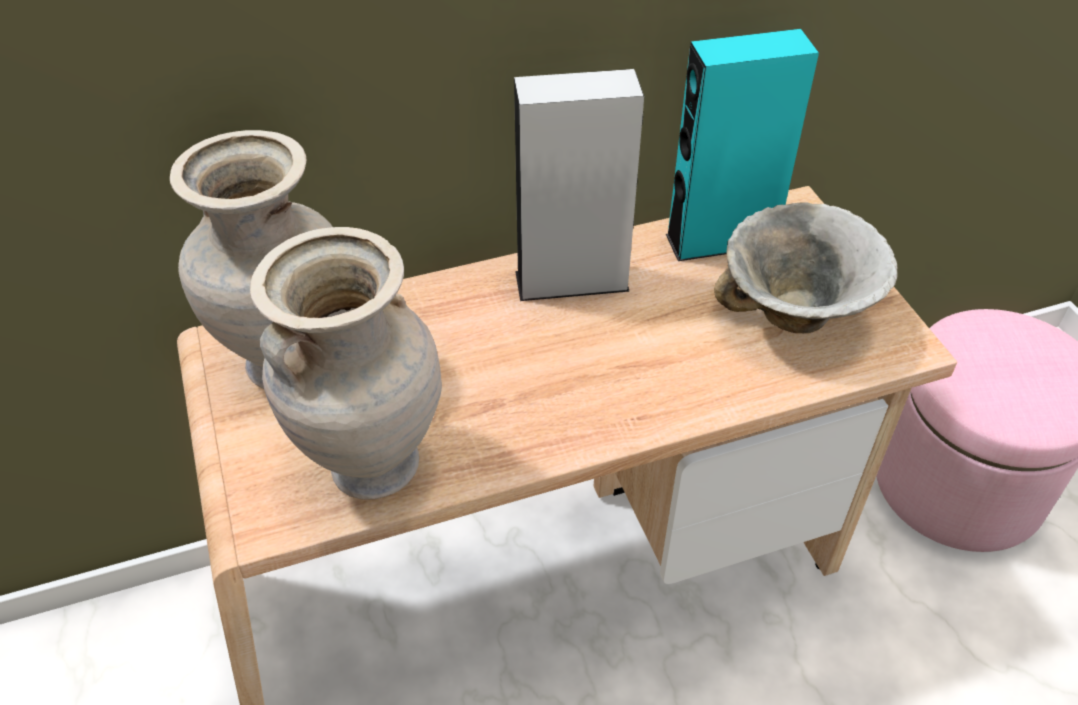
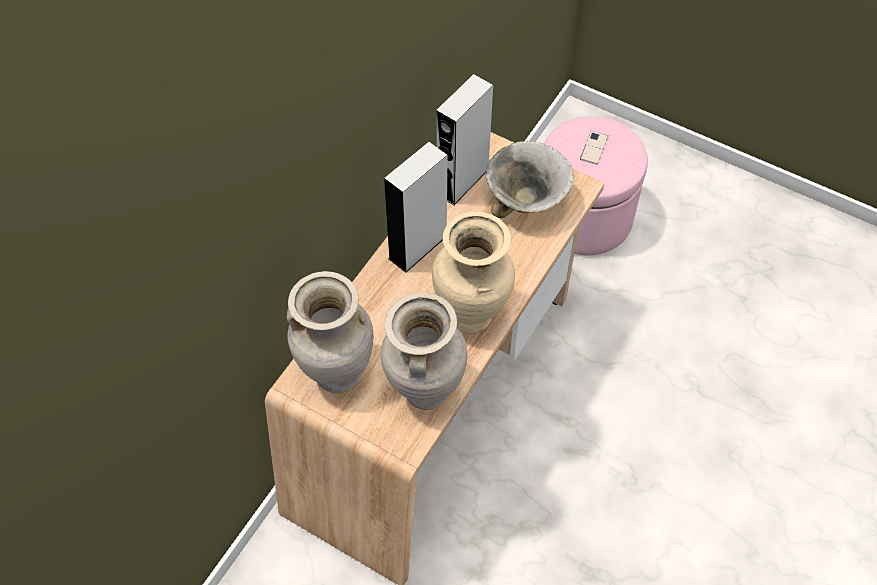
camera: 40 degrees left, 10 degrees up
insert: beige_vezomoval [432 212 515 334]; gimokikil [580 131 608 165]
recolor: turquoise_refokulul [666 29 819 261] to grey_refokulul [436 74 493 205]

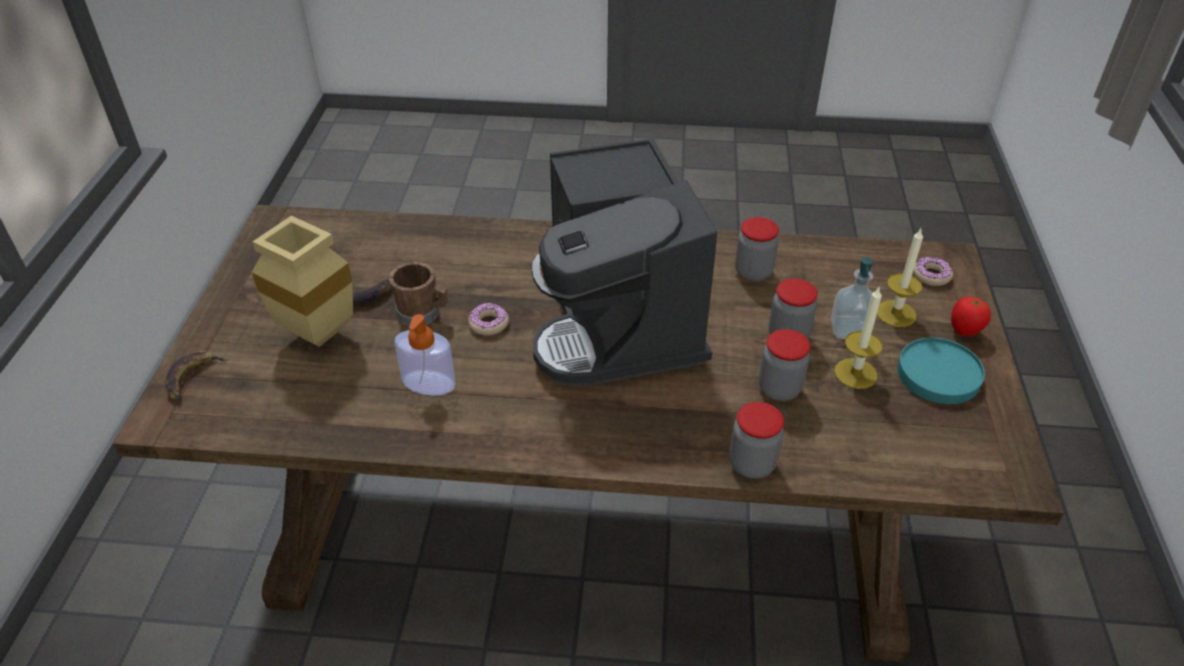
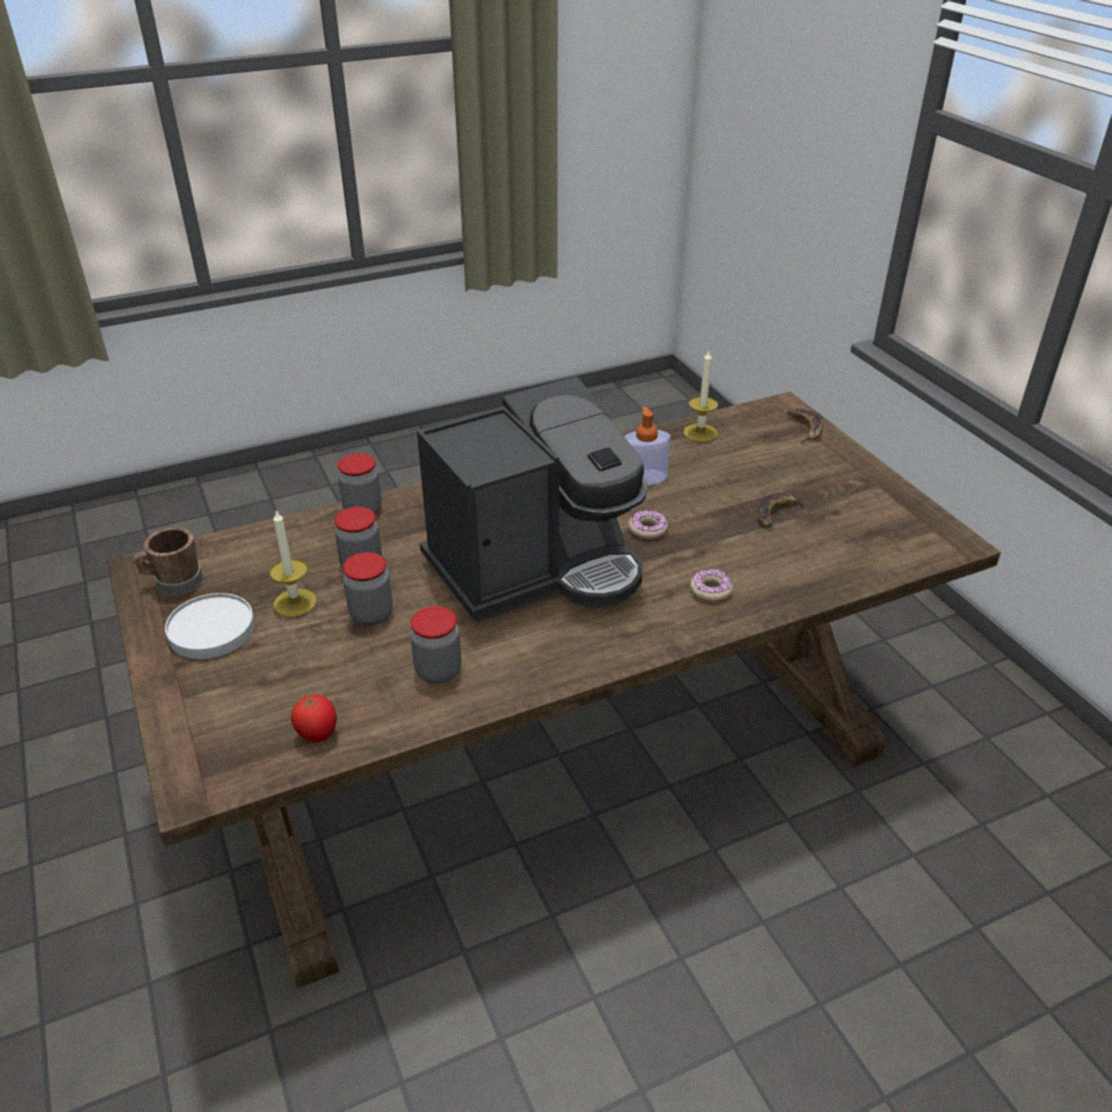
camera: 150 degrees right, 5 degrees down
delete: beige_vezomoval [251 216 353 347]; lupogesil [831 257 873 339]
move: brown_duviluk [389 262 448 326] to [134 527 203 595]; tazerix [951 297 991 336] to [291 694 337 742]; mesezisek [877 229 923 327] to [683 350 718 442]; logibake [913 257 953 286] to [690 569 733 602]
recolor: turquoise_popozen [897 338 985 404] to white_popozen [165 593 255 659]
rotate: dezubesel [532 138 717 387] = [417 376 648 622] 105 degrees clockwise

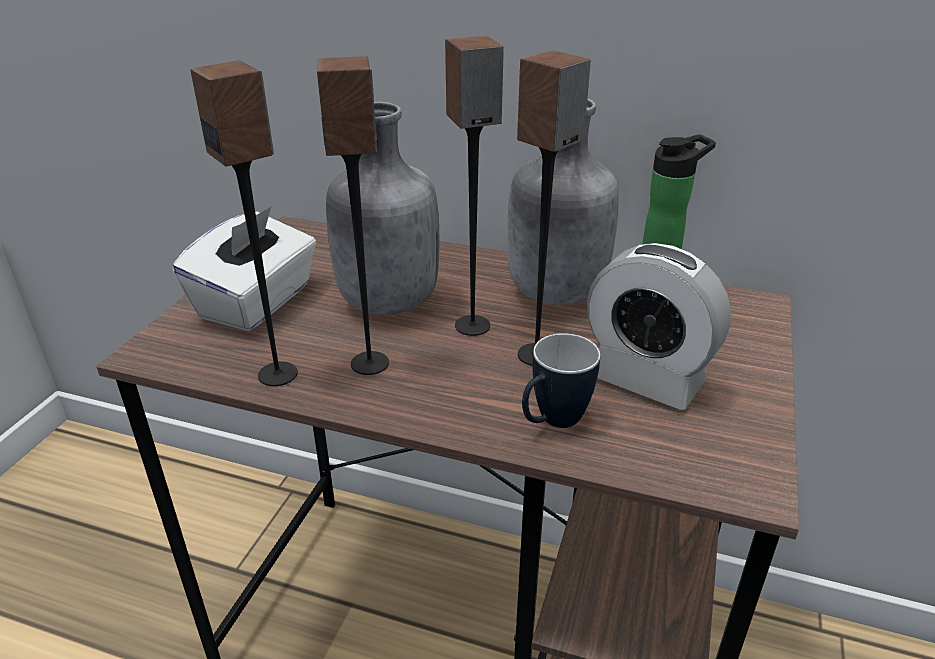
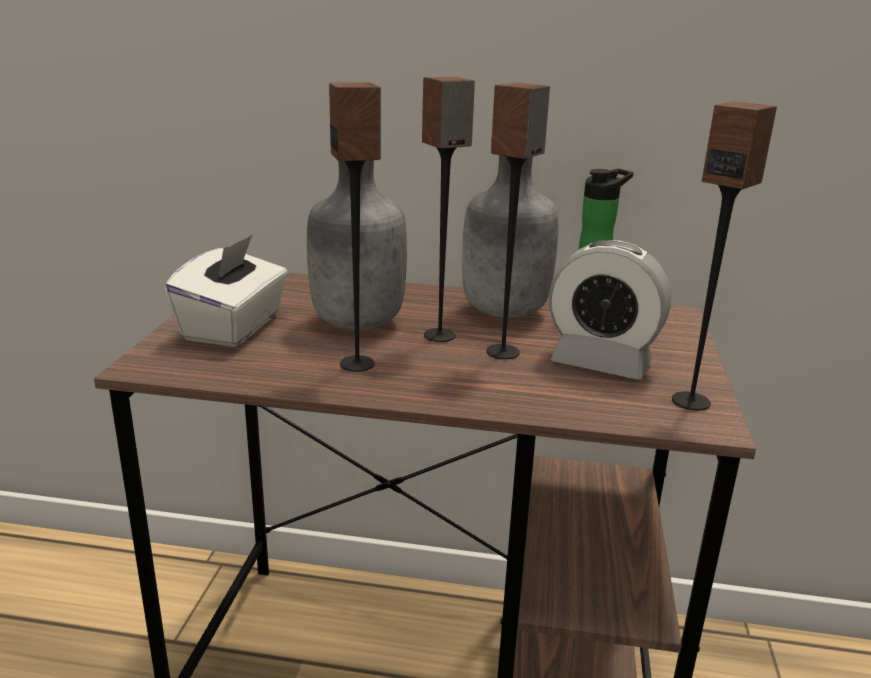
camera: 10 degrees left, 10 degrees down
delete: duviluk [522 333 600 428]
move: refokulul [190 61 298 386] to [672 101 777 411]

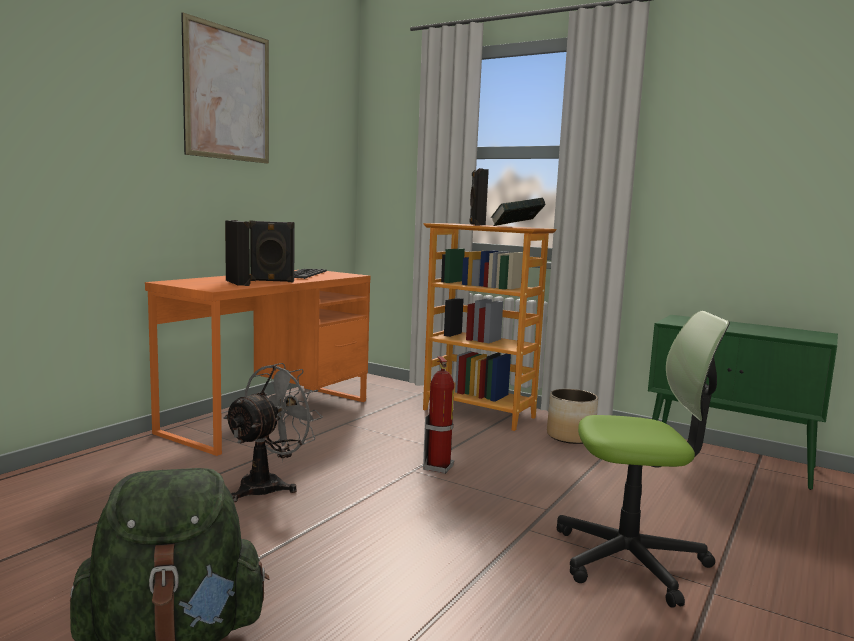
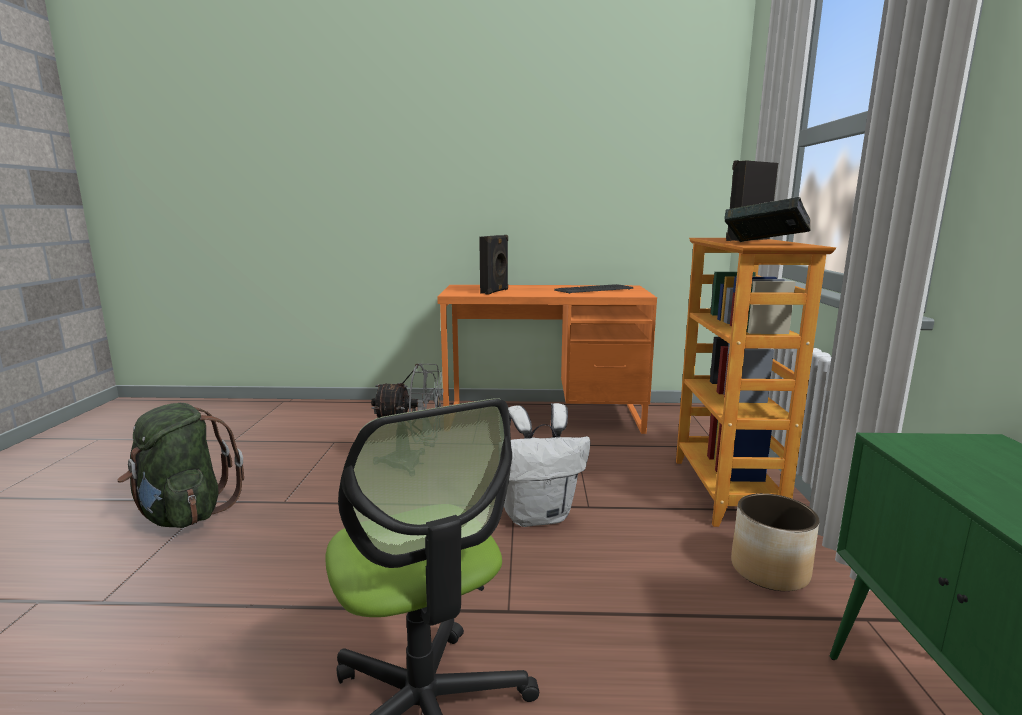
camera: 60 degrees right, 5 degrees up
delete: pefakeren [181 12 269 164]; black_refokulul [249 220 295 282]
replace: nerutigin [423 356 454 474] to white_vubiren [504 403 590 527]

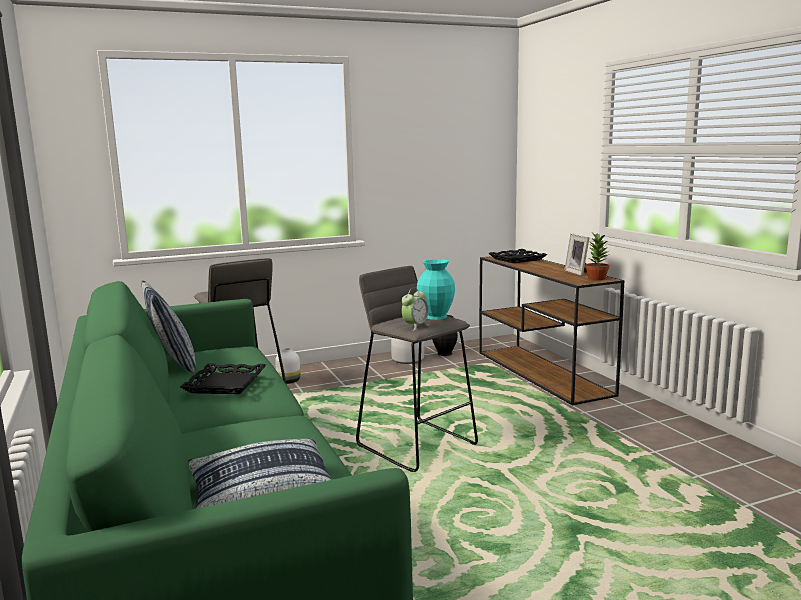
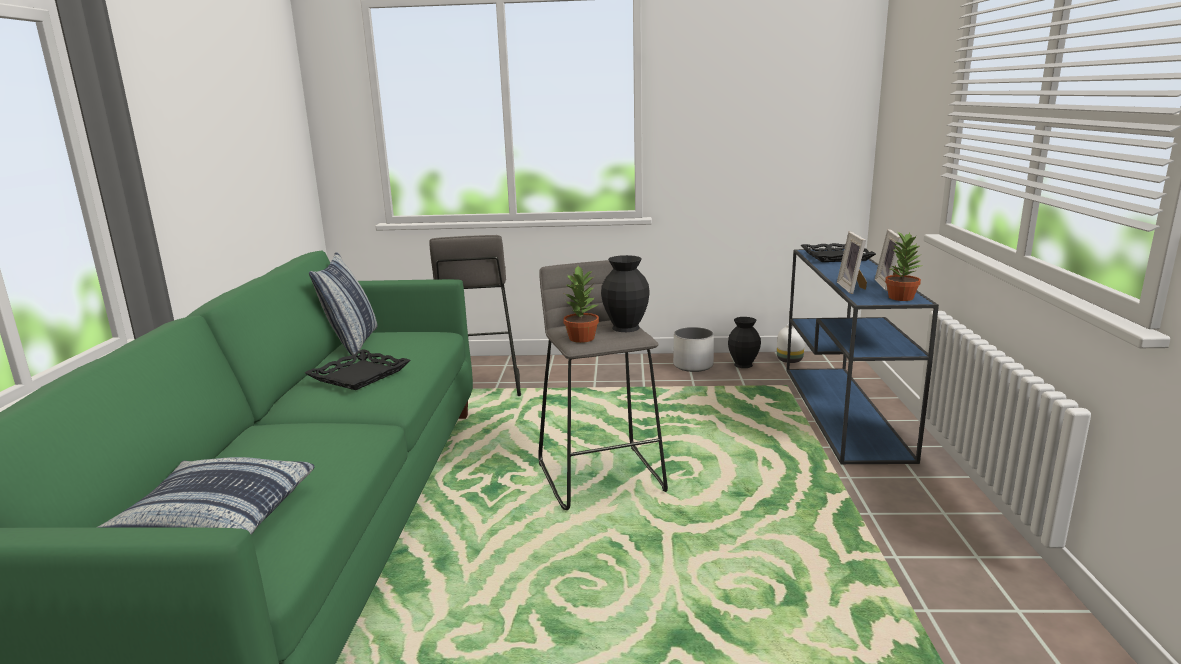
camera: 25 degrees right, 5 degrees up
insert: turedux [837 232 867 294]
move: white_vezomoval [275 348 300 384] to [777 324 805 363]
replace: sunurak [402 288 429 331] to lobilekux [563 266 599 343]
recolor: turquoise_vezomoval [417 259 455 320] to black_vezomoval [601 255 650 332]; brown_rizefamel [479 254 624 405] to blue_rizefamel [787 249 939 464]

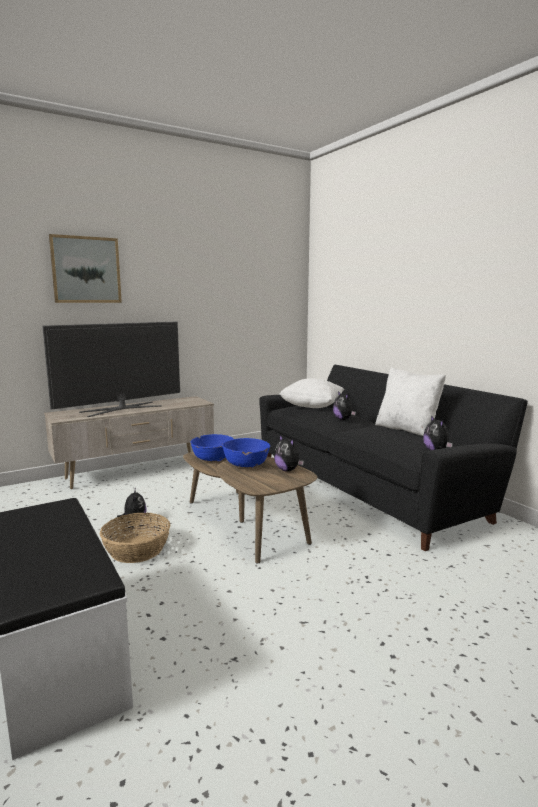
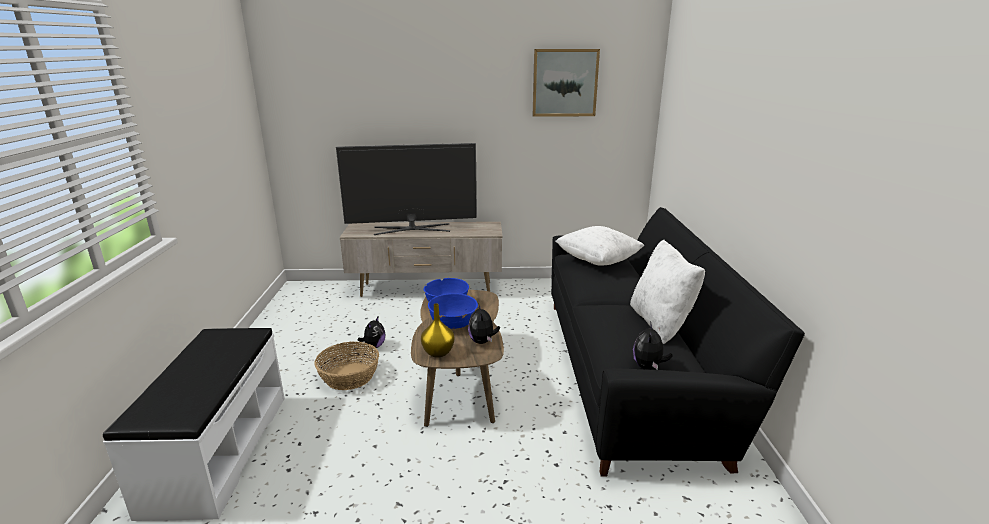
camera: 30 degrees right, 10 degrees up
delete: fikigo [333 391 356 420]
insert: yellow_vezomoval [421 303 455 358]
move: pefakeren [49 234 122 303] to [533 49 600 117]

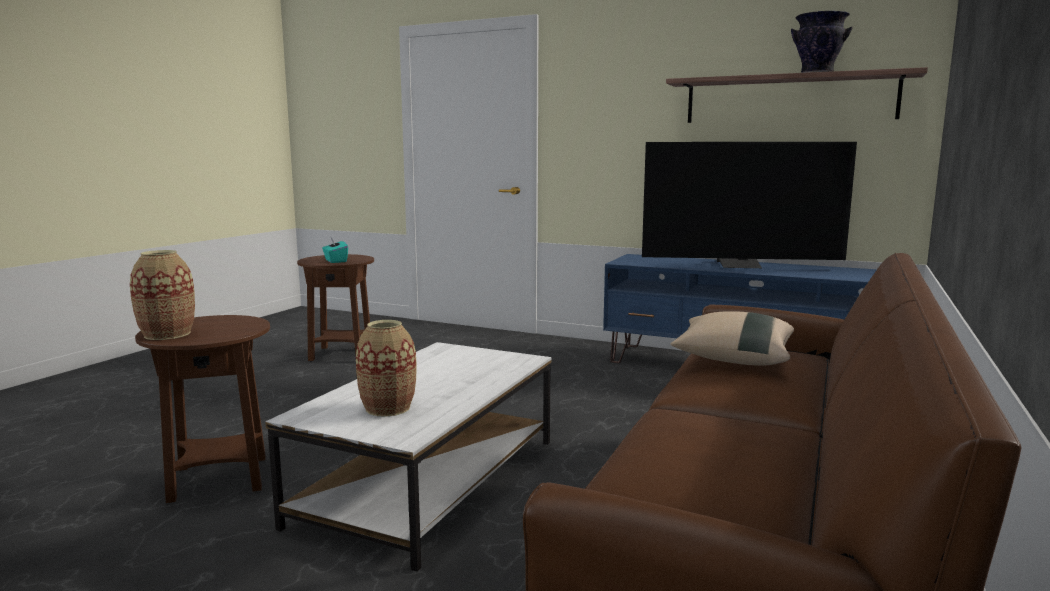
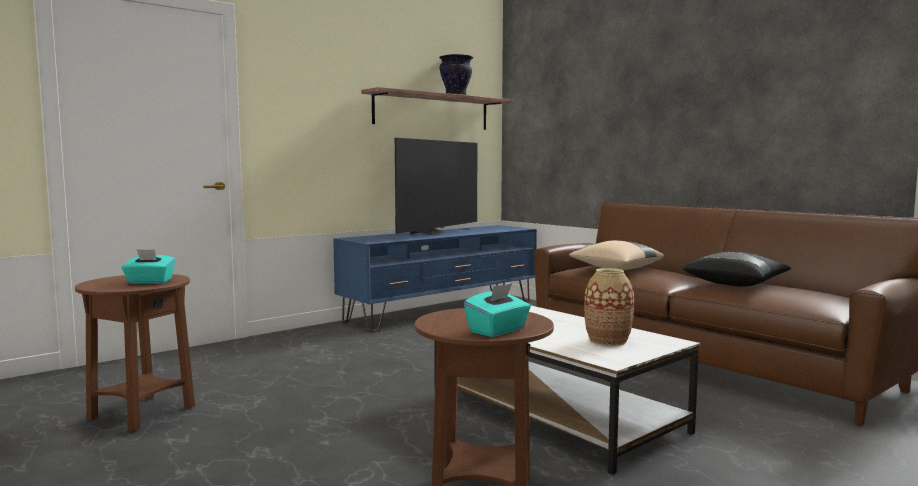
camera: 65 degrees left, 5 degrees down
insert: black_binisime [683 252 791 287]
replace: vezomoval [130 250 195 340] to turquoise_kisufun [464 283 531 337]

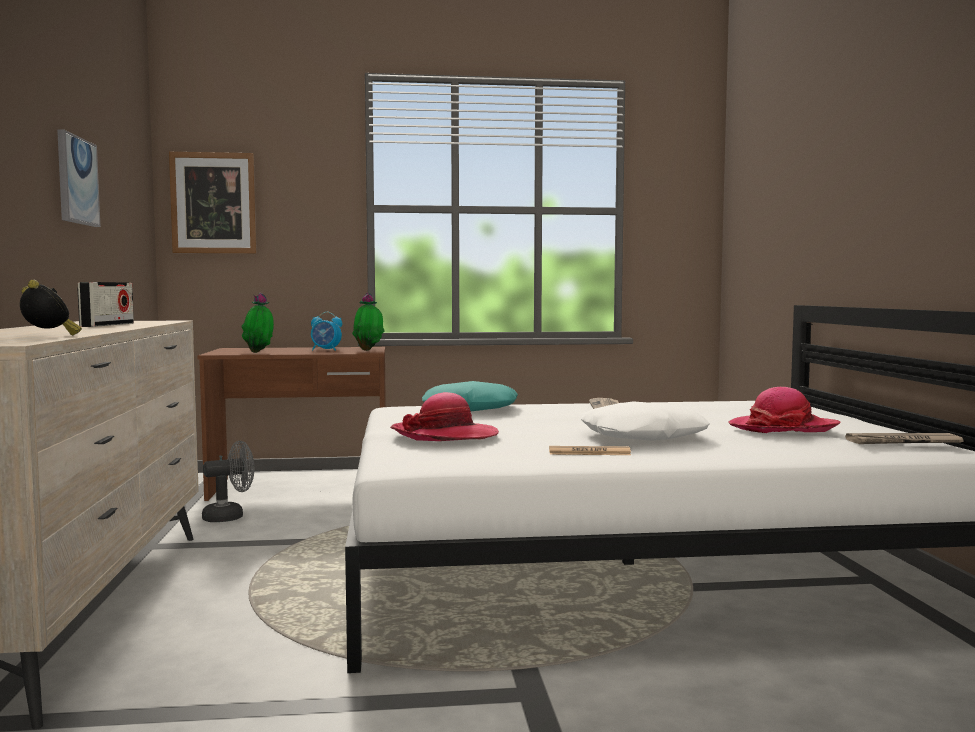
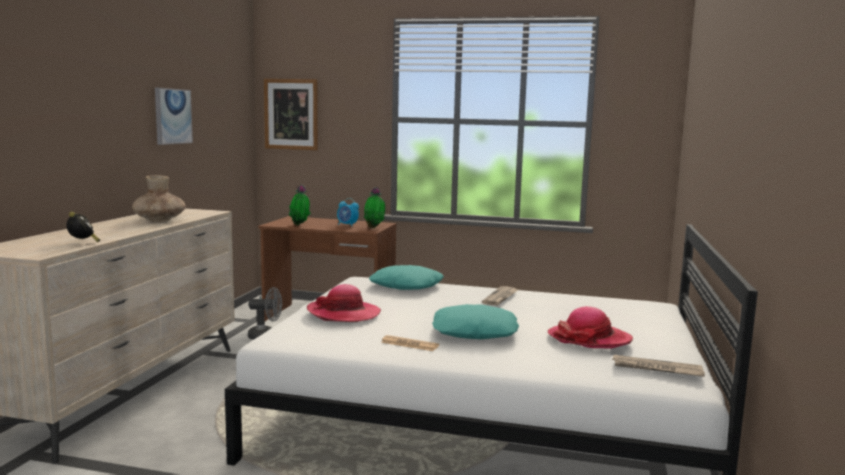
camera: 20 degrees right, 5 degrees up
replace: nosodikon [77 282 134 327] to brown_vezomoval [132 175 186 222]
recolor: white_binisime [581 401 710 441] to turquoise_binisime [432 304 519 339]

